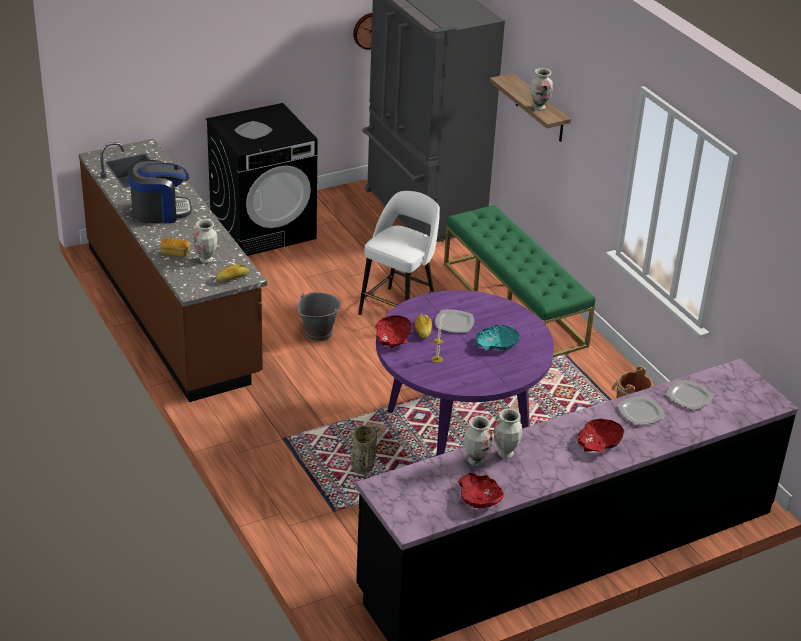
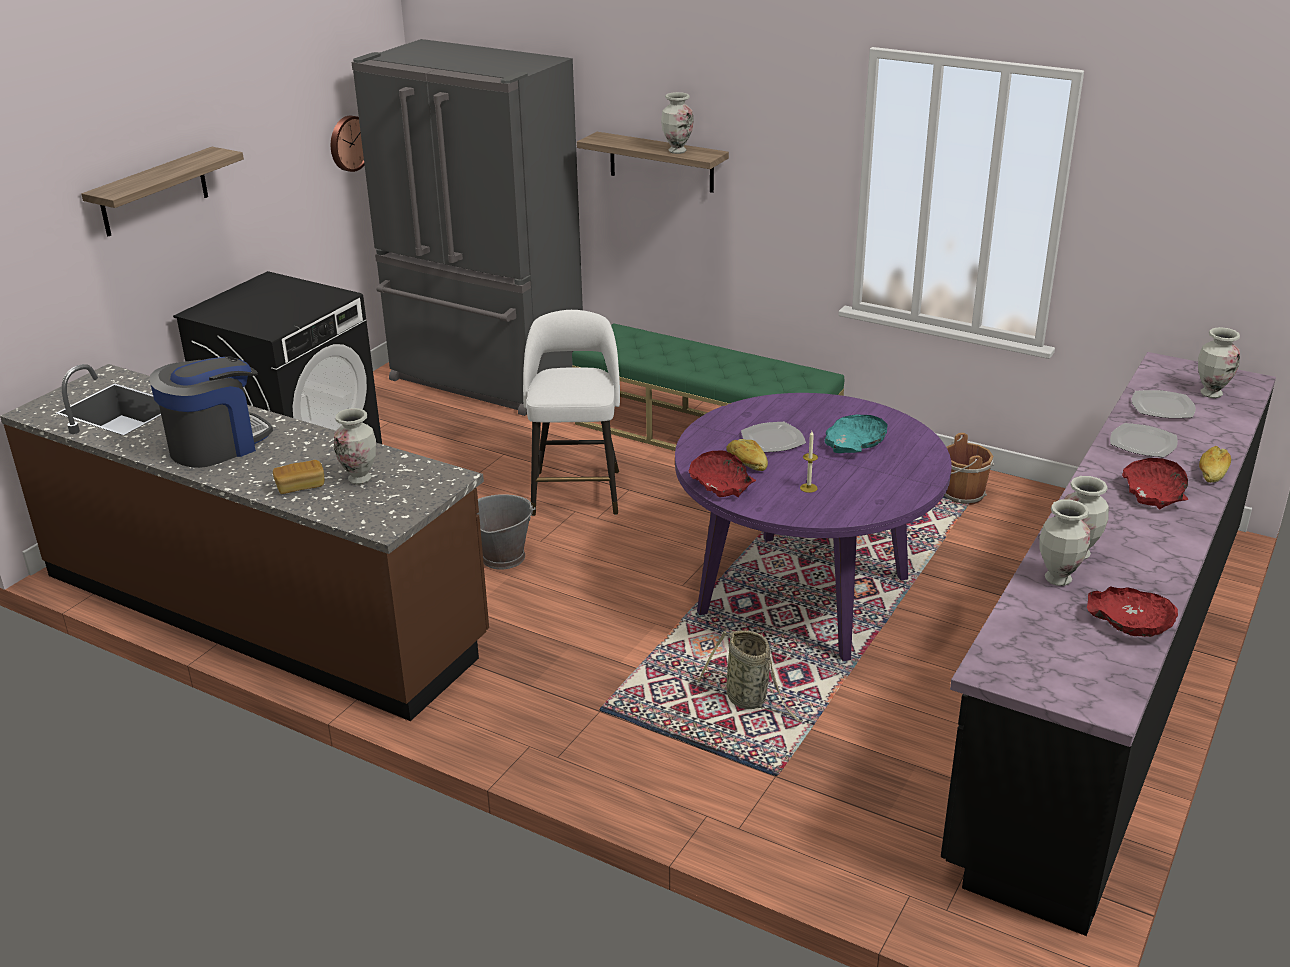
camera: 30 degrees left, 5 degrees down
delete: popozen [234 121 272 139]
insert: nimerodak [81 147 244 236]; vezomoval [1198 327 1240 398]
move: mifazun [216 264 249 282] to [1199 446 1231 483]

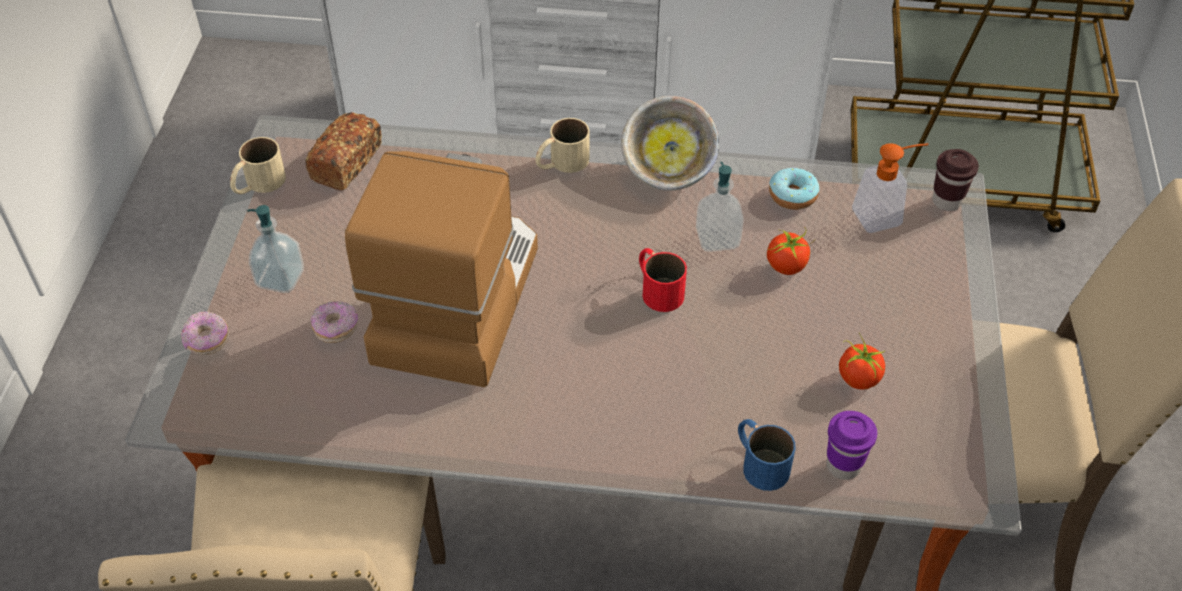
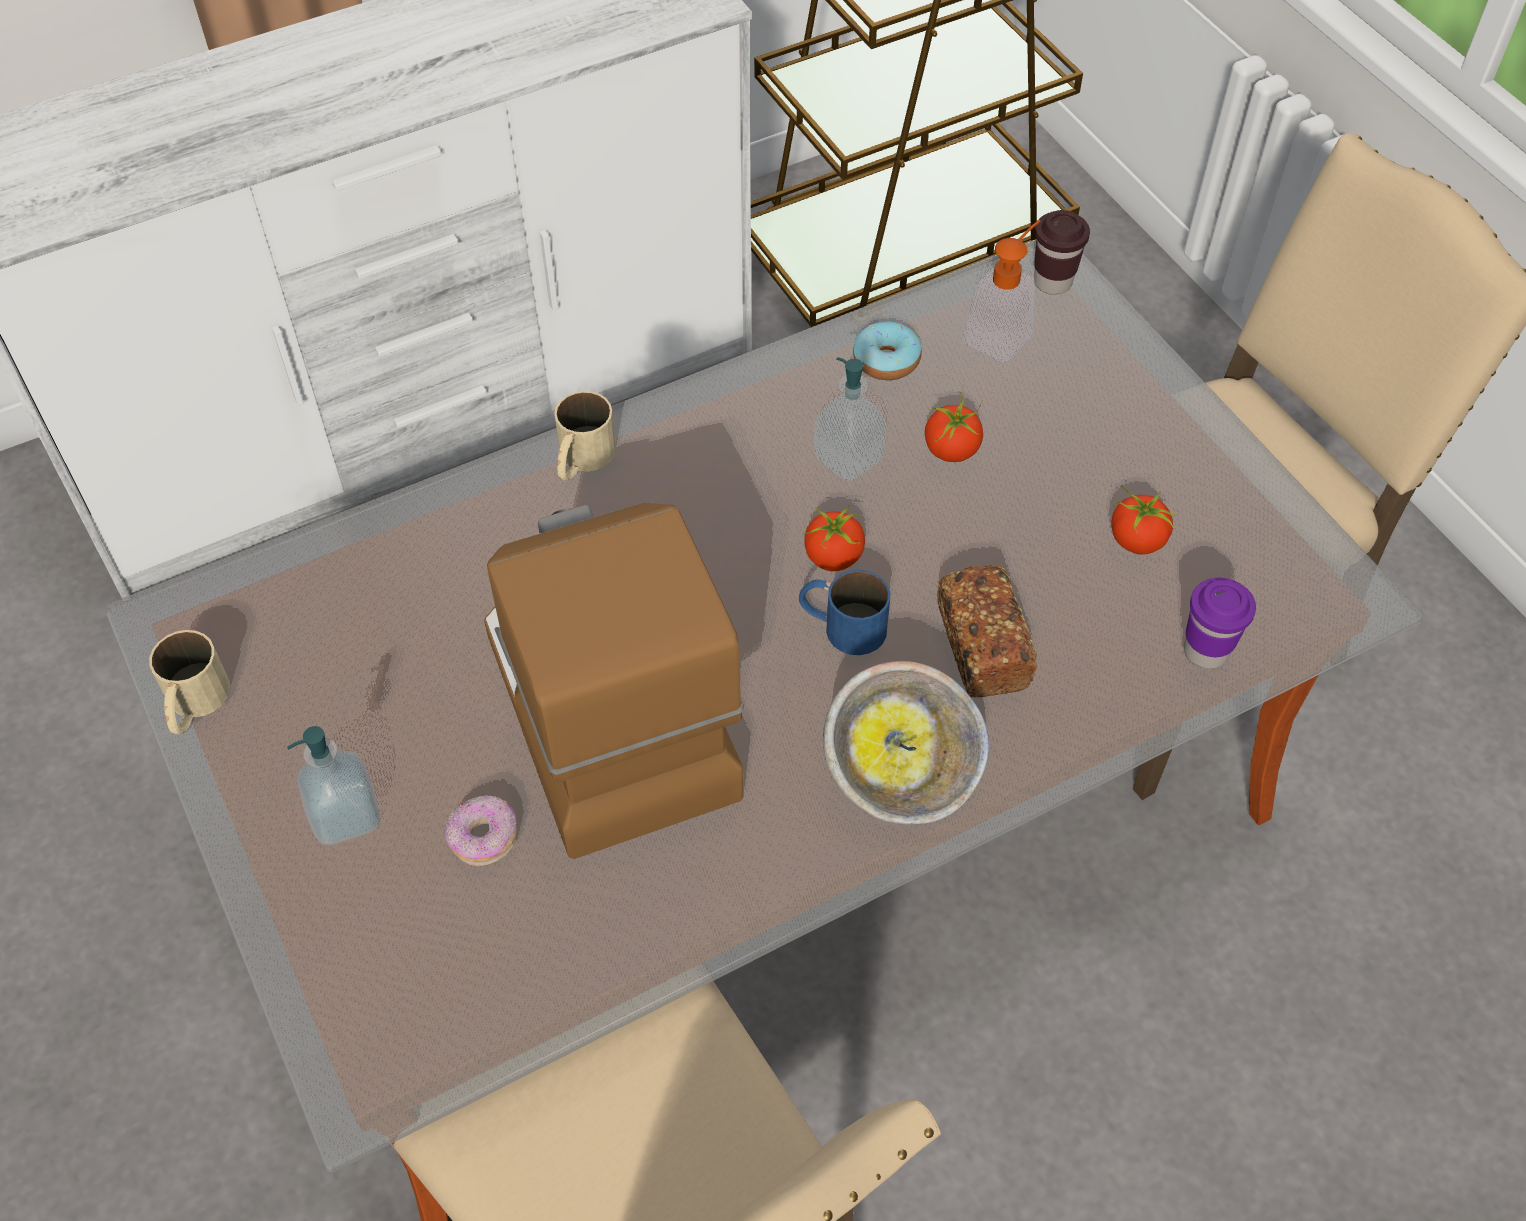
camera: 35 degrees left, 5 degrees up
delete: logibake [181 311 229 355]
move: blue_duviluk [738 419 795 491] to [799 570 890 655]; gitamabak [621 96 719 191] to [823 661 989 825]; mifazun [305 112 382 191] to [937 564 1037 697]
replace: red_duviluk [639 248 687 312] to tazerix [803 505 865 571]

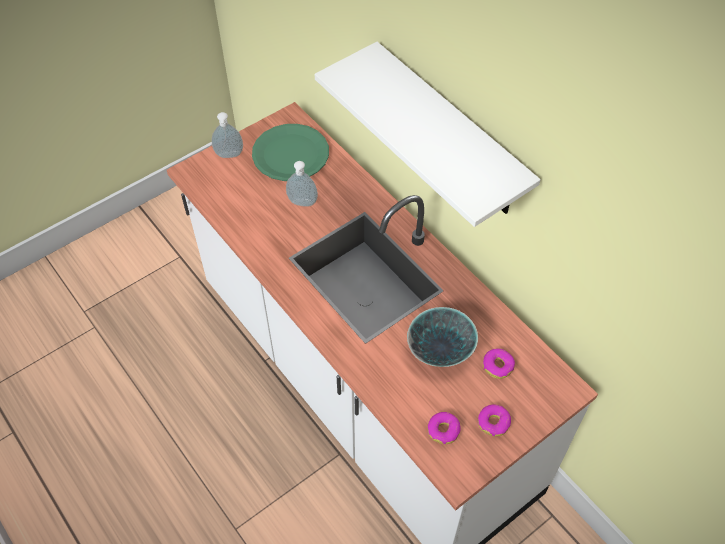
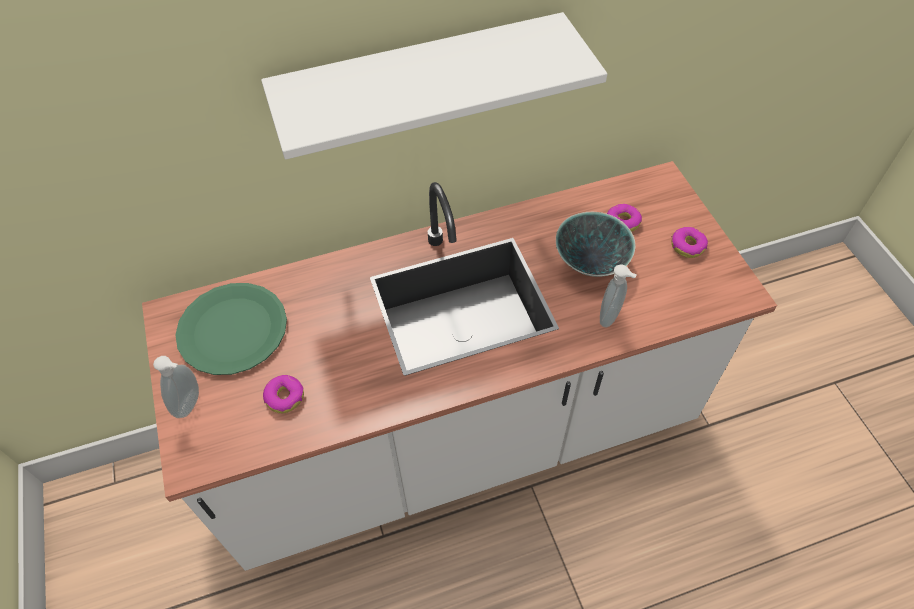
camera: 70 degrees left, 0 degrees up
move: logibake [428 412 461 444] to [263 375 304 413]; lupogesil [286 161 318 207] to [600 264 637 327]

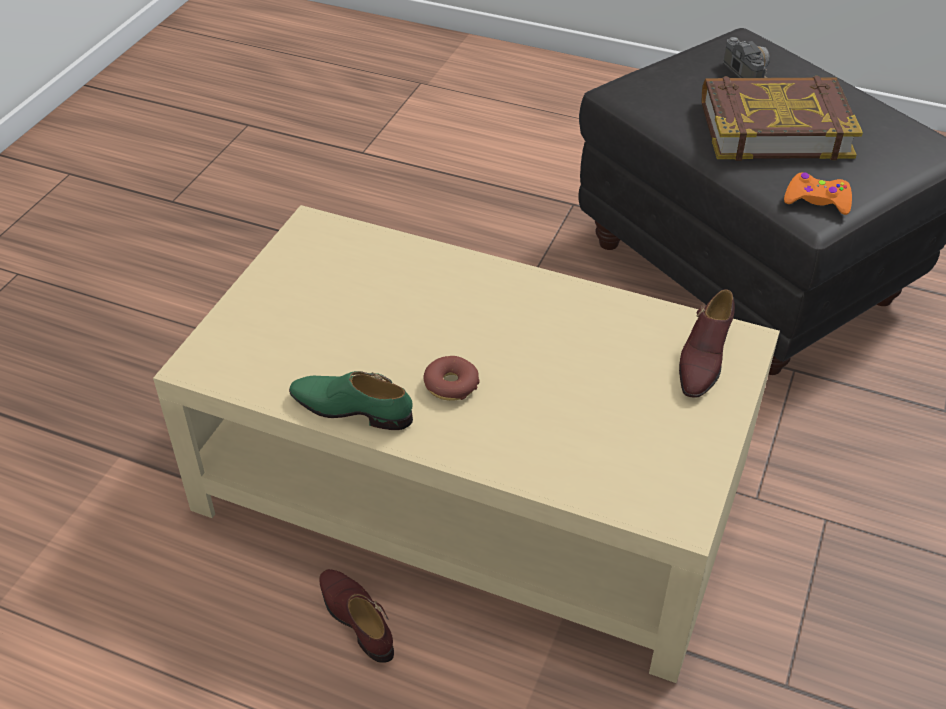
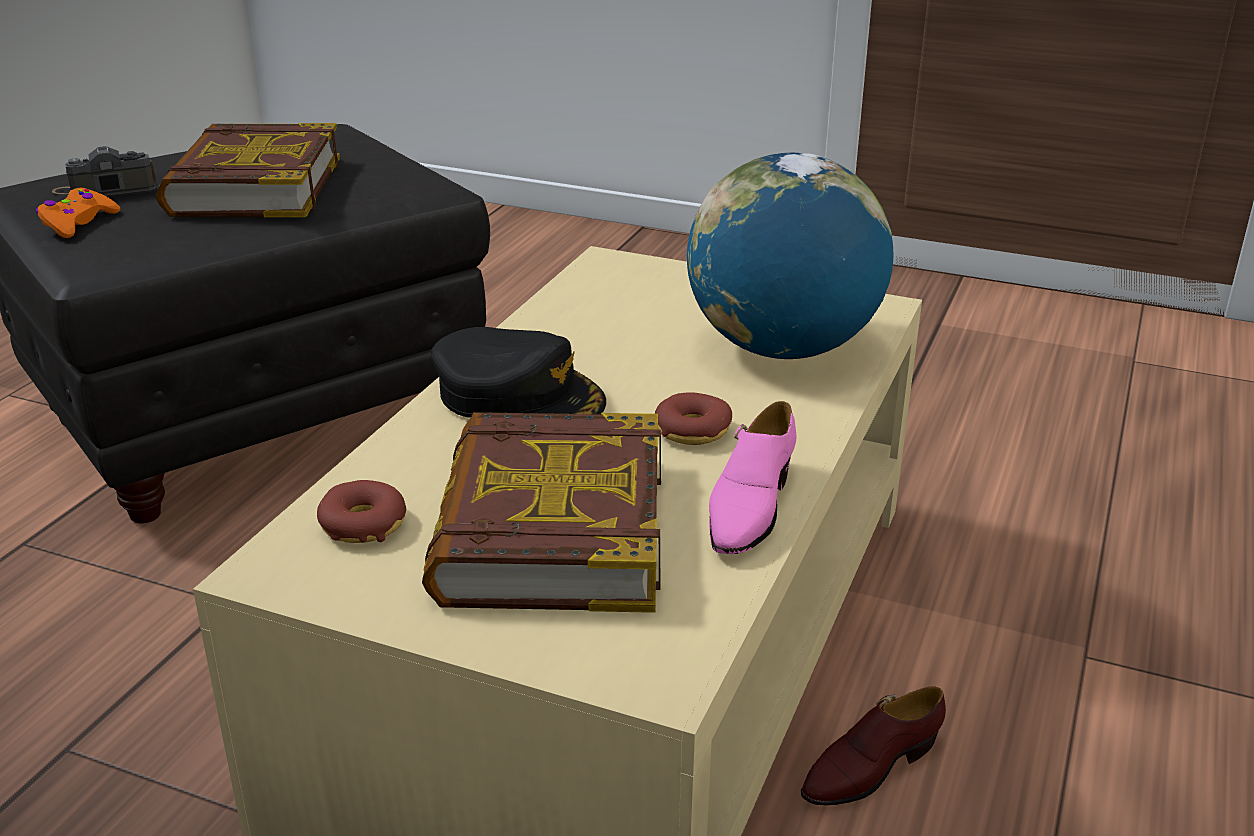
camera: 90 degrees left, 15 degrees down
delete: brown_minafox [679 289 735 398]
insert: logibake [317 480 406 543]; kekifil [422 412 661 613]; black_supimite [431 327 606 417]; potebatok [687 153 893 359]
move: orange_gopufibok [784 172 852 215] to [36 188 121 238]
recolor: green_minafox [289 371 413 430] to pink_minafox [709 401 796 554]

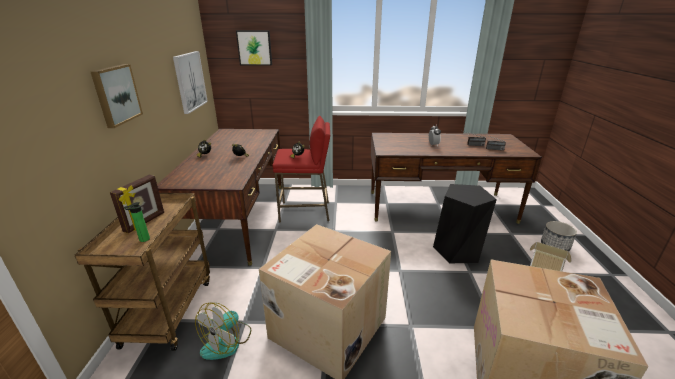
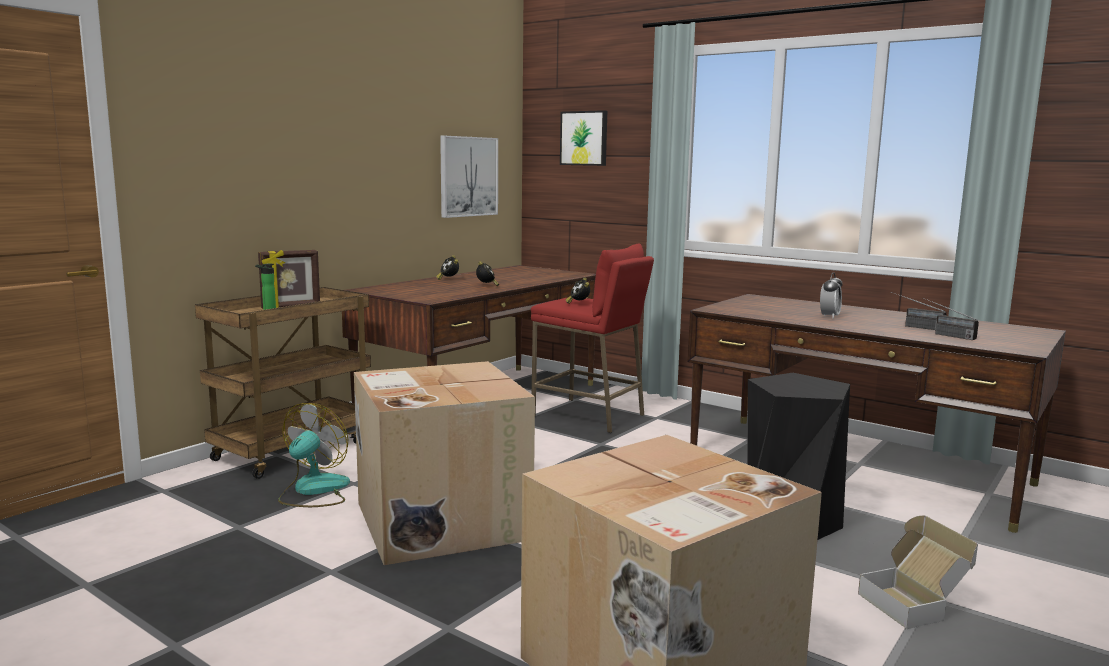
camera: 35 degrees right, 15 degrees down
delete: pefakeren [91 64 143 128]; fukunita [541 221 577 251]
rotate: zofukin [195 303 251 360] = [278 403 350 507] 135 degrees clockwise

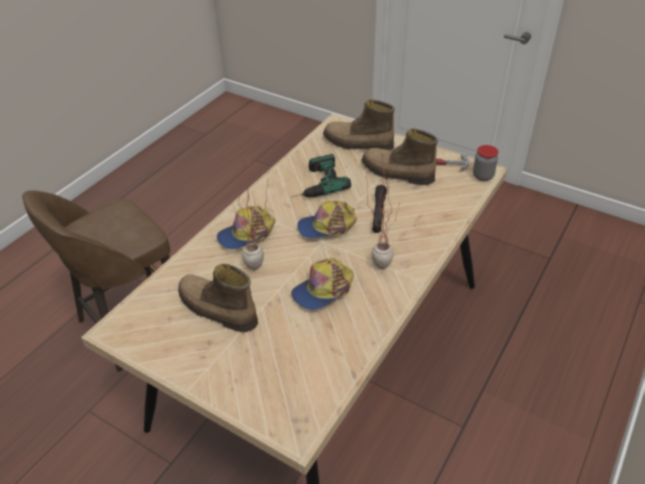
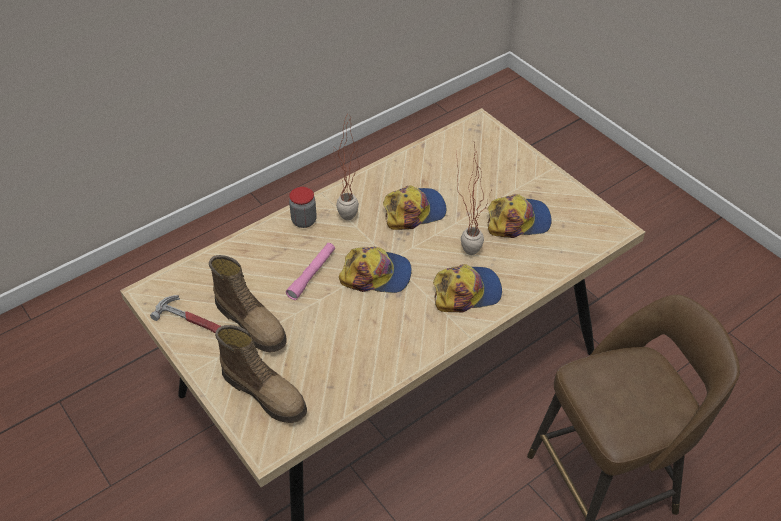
camera: 160 degrees left, 5 degrees up
delete: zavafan [292 154 351 198]
move: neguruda [473 145 498 181] to [289 187 317 228]
replace: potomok [178 264 258 332] to supimite [487 194 552 238]
recolor: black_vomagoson [372 185 387 233] to pink_vomagoson [286 243 335 300]

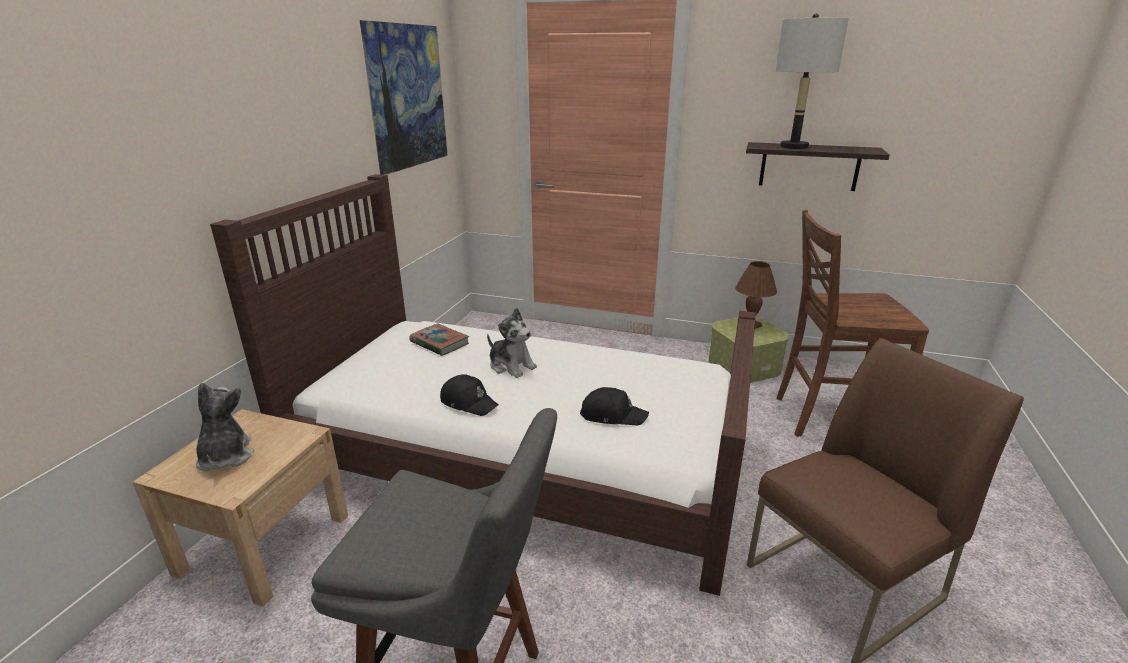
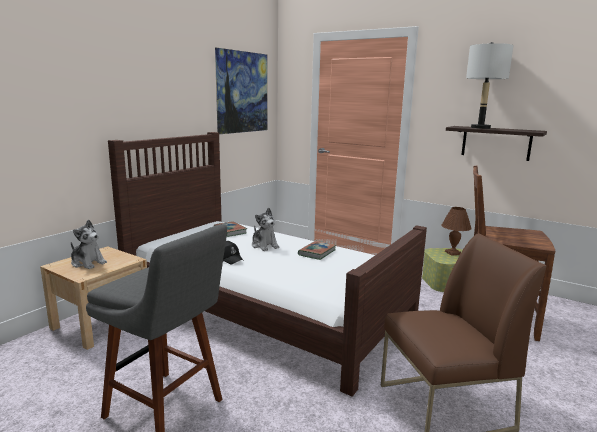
camera: 15 degrees right, 10 degrees down
delete: black_supimite [580 387 649 426]
insert: kekifil [298 241 336 260]
rotate: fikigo [196 383 254 472] = [71 219 107 269] 120 degrees clockwise

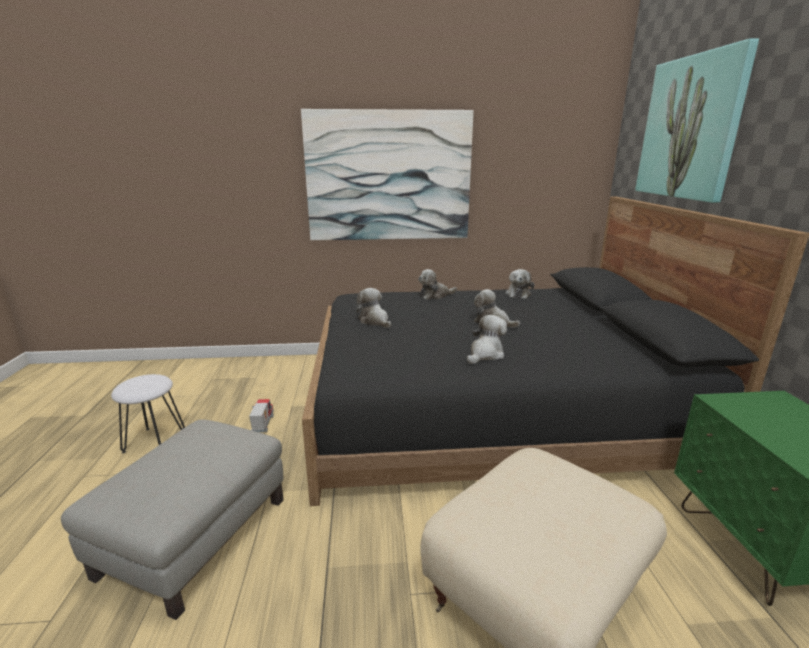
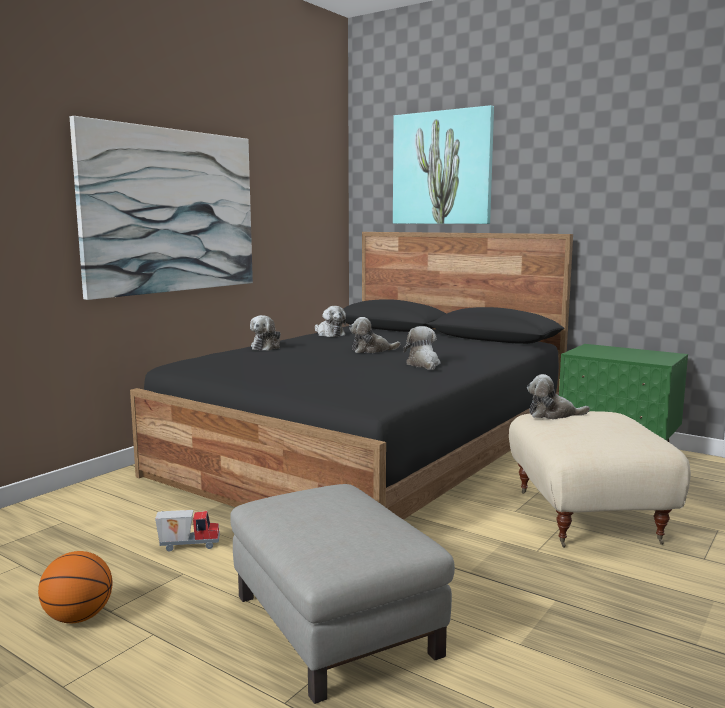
camera: 50 degrees left, 10 degrees down
move: fikigo [356 288 391 328] to [527 374 590 419]
replace: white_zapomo [111 374 185 453] to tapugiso [38 551 112 623]
rotate: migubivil [249 399 274 432] = [155 510 220 551] 135 degrees clockwise

